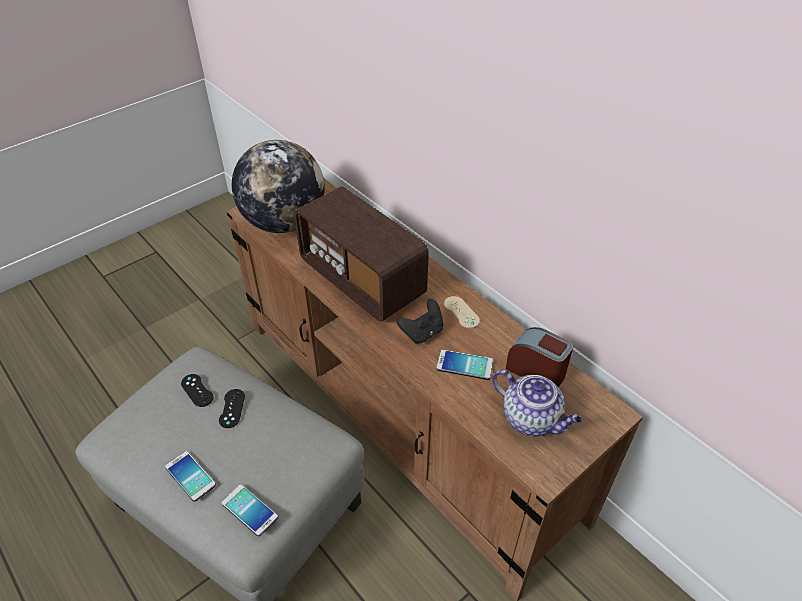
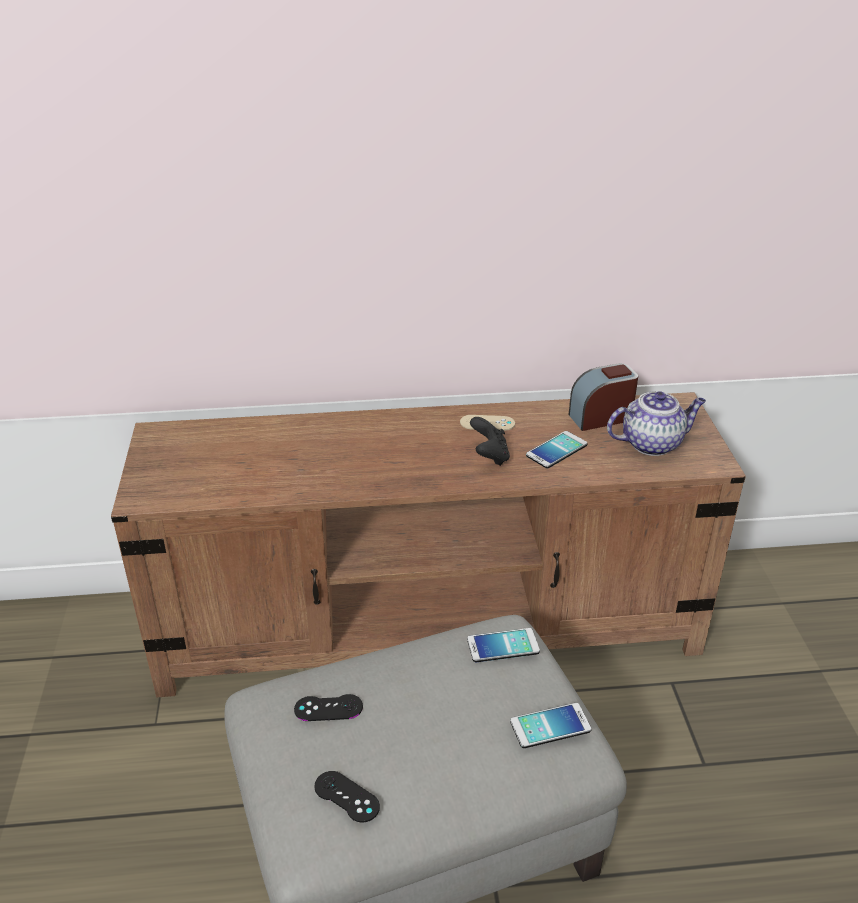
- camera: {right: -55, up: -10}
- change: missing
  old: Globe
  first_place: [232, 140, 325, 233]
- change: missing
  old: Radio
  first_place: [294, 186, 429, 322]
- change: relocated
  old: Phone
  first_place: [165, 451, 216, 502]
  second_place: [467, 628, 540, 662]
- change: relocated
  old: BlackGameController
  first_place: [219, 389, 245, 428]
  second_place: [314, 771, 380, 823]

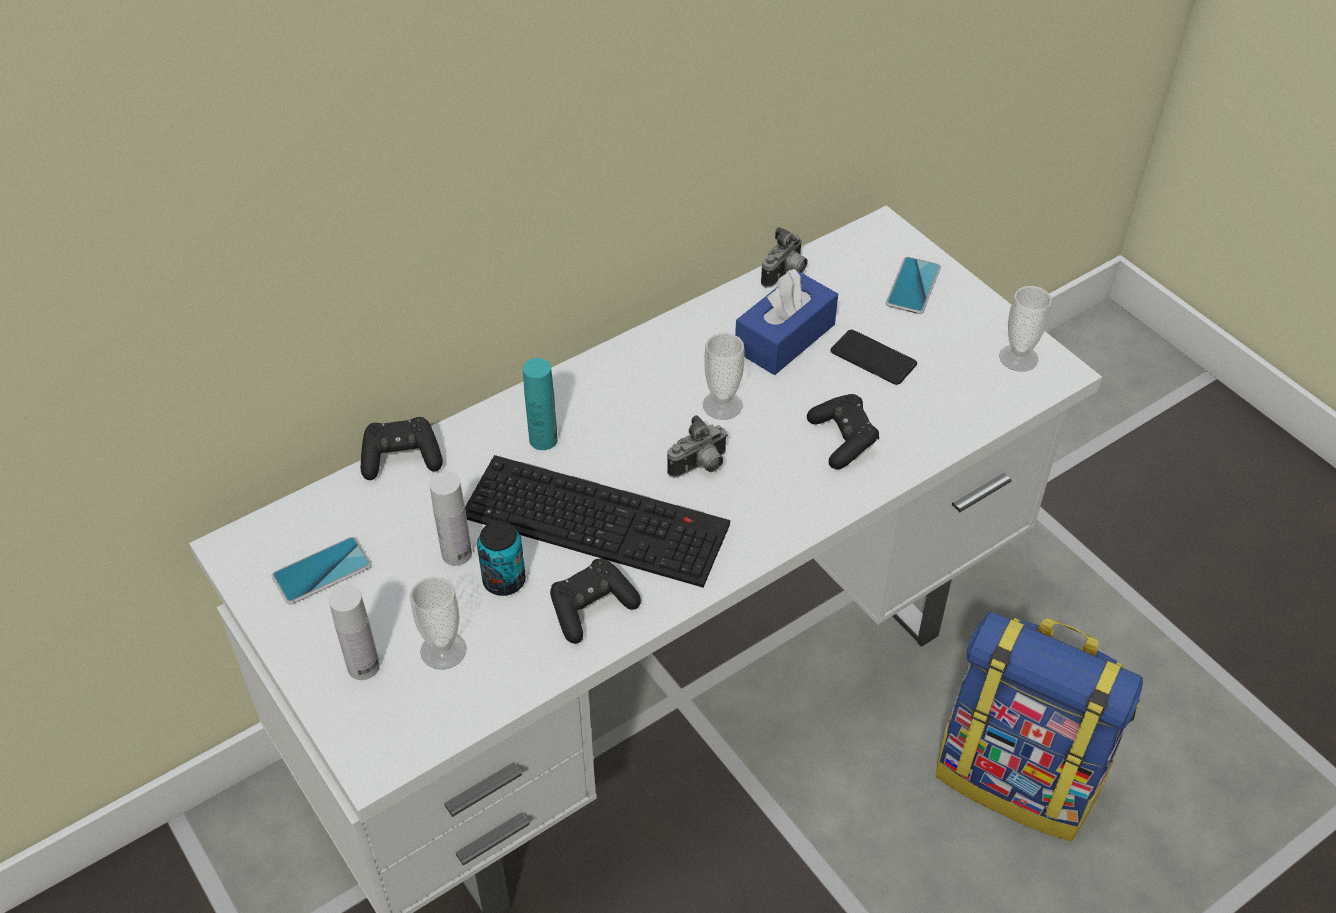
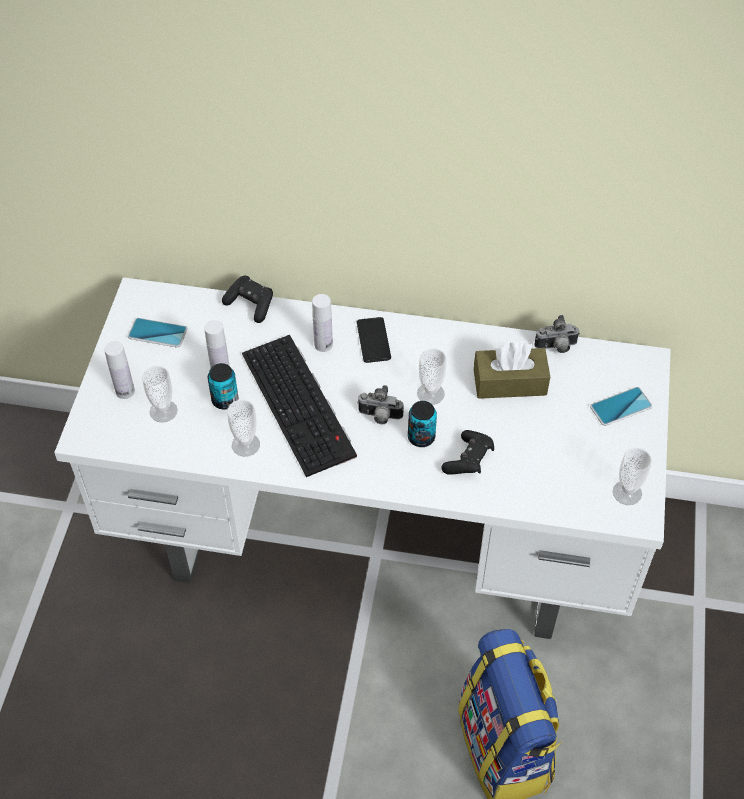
- camera: {right: 45, up: 5}
- change: appeared
  new: Can
  second_place: [408, 401, 437, 447]
- change: relocated
  old: Phone
  first_place: [831, 330, 917, 385]
  second_place: [357, 317, 391, 363]
- change: exchanged
  old: BlackGameController
  new: Cup
  first_place: [550, 559, 641, 644]
  second_place: [227, 400, 260, 457]
- change: colour
  old: TurquoiseBottle
  new: WhiteBottle
  first_place: [523, 358, 558, 450]
  second_place: [312, 294, 333, 352]
- change: colour
  old: BlueTissueBox
  new: BrownTissueBox
  first_place: [735, 269, 838, 375]
  second_place: [474, 342, 550, 399]

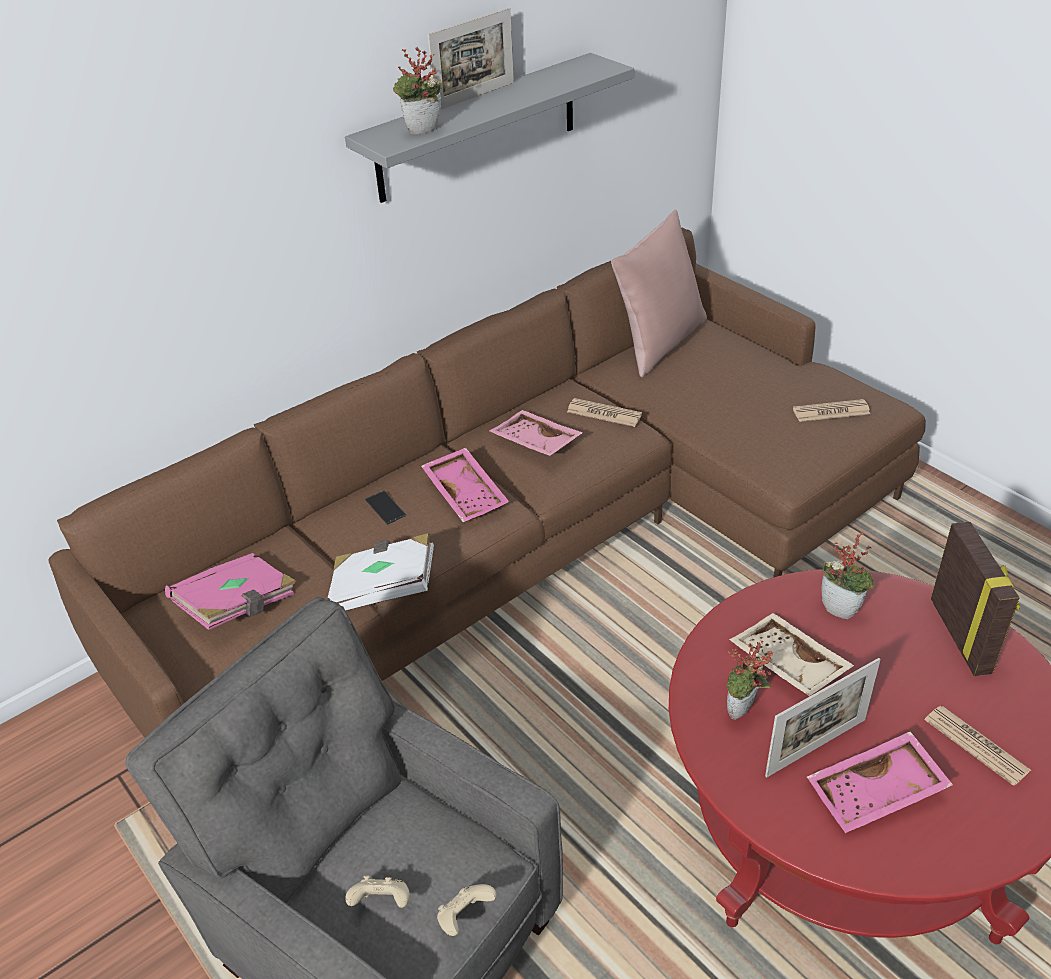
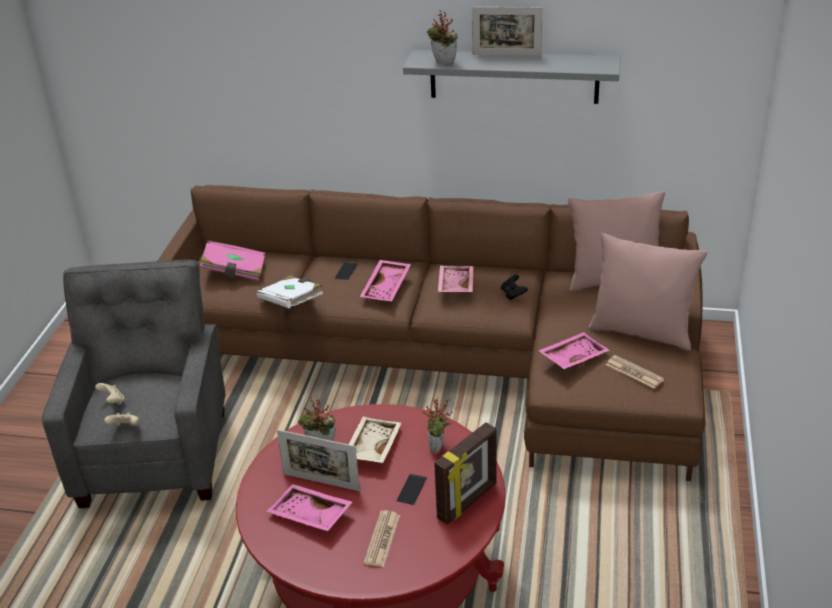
- camera: {right: 50, up: -5}
- change: appeared
  new: Phone
  second_place: [397, 474, 427, 505]
- change: appeared
  new: PinkTray
  second_place: [538, 332, 610, 369]
- change: appeared
  new: PinkPillow
  second_place: [588, 233, 708, 351]
- change: exchanged
  old: Newspaper
  new: BlackGameController
  first_place: [567, 398, 642, 427]
  second_place: [501, 275, 528, 300]

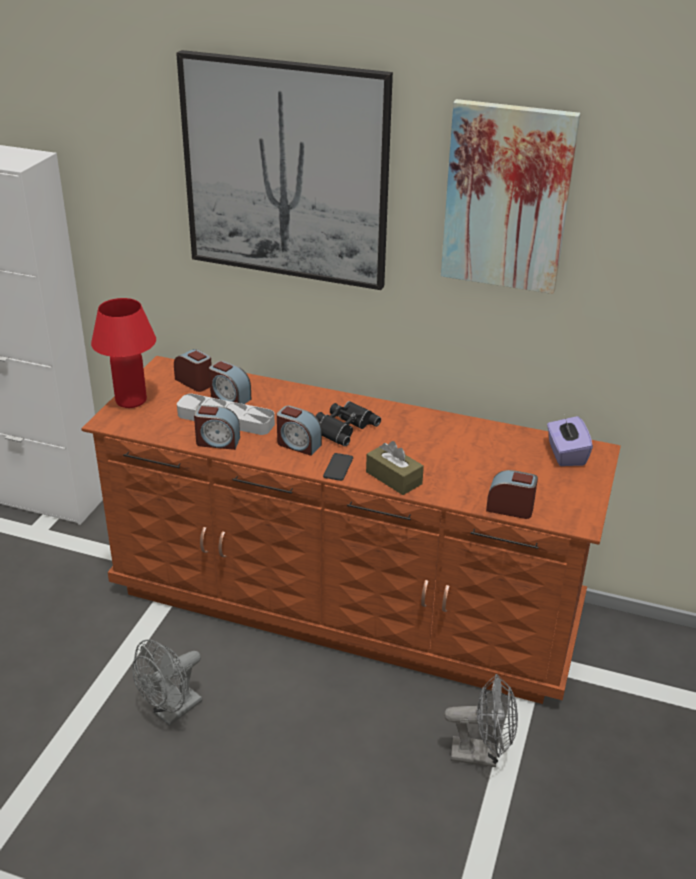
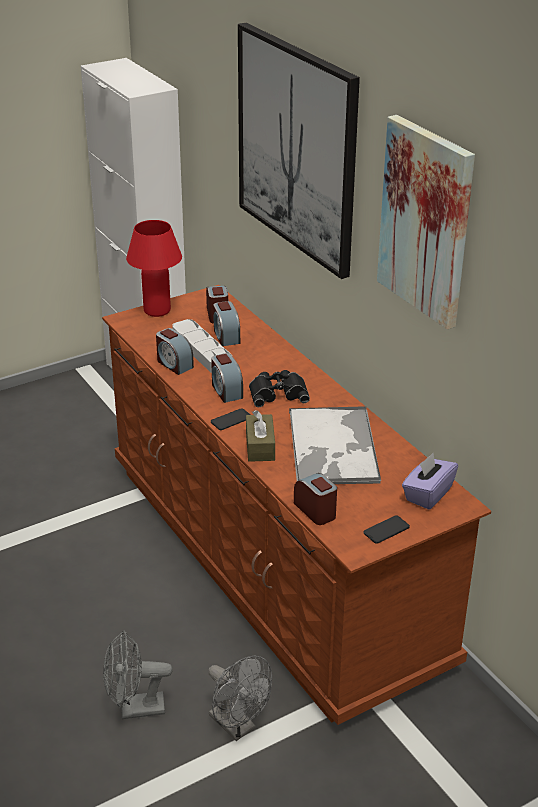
- camera: {right: 40, up: 0}
- change: appeared
  new: Tray
  second_place: [289, 406, 381, 484]
- change: appeared
  new: Phone
  second_place: [364, 515, 410, 544]
- change: relocated
  old: GreyFan
  first_place: [132, 640, 202, 726]
  second_place: [103, 630, 173, 719]

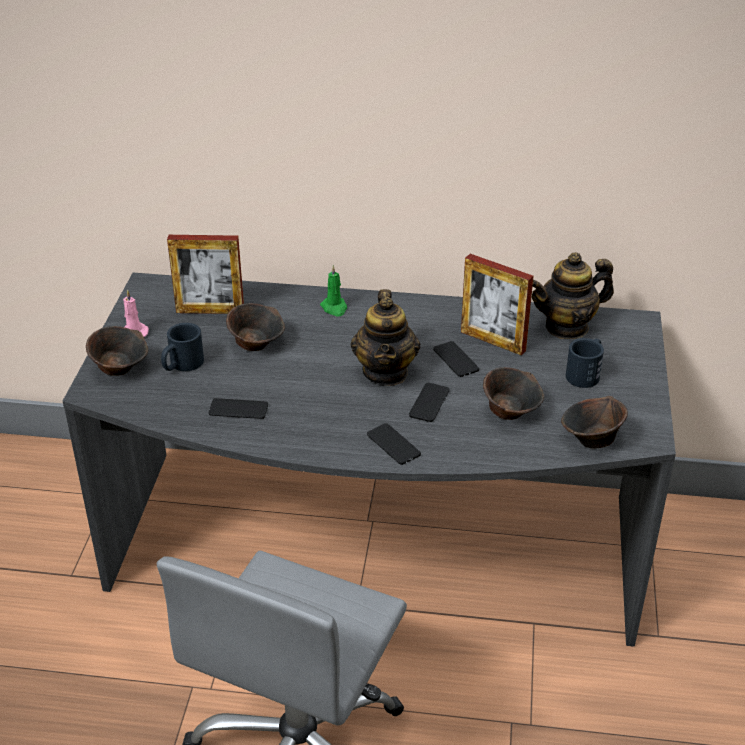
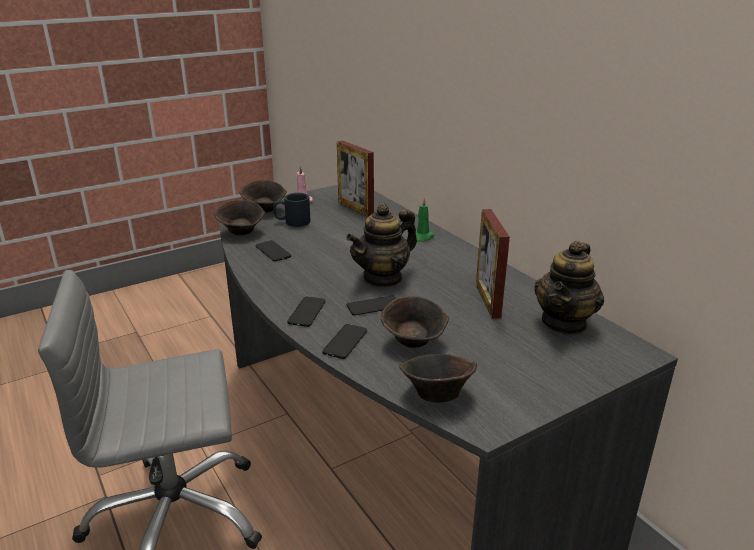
- camera: {right: 50, up: -10}
- change: missing
  old: BlackMug
  first_place: [566, 338, 604, 388]
- change: relocated
  old: BrownBowl
  first_place: [226, 303, 285, 351]
  second_place: [214, 200, 265, 236]
- change: relocated
  old: Phone
  first_place: [433, 341, 479, 377]
  second_place: [322, 324, 367, 359]
- change: spun
  old: Teapot
  first_place: [532, 252, 614, 339]
  second_place: [534, 241, 604, 335]
  degrees: -90

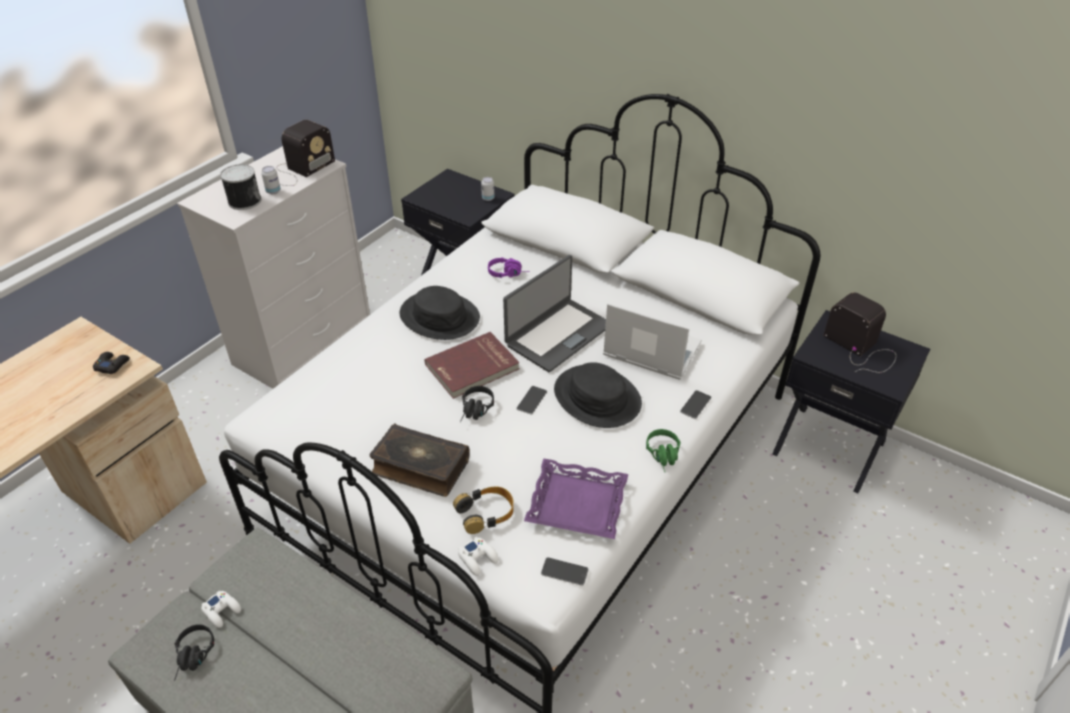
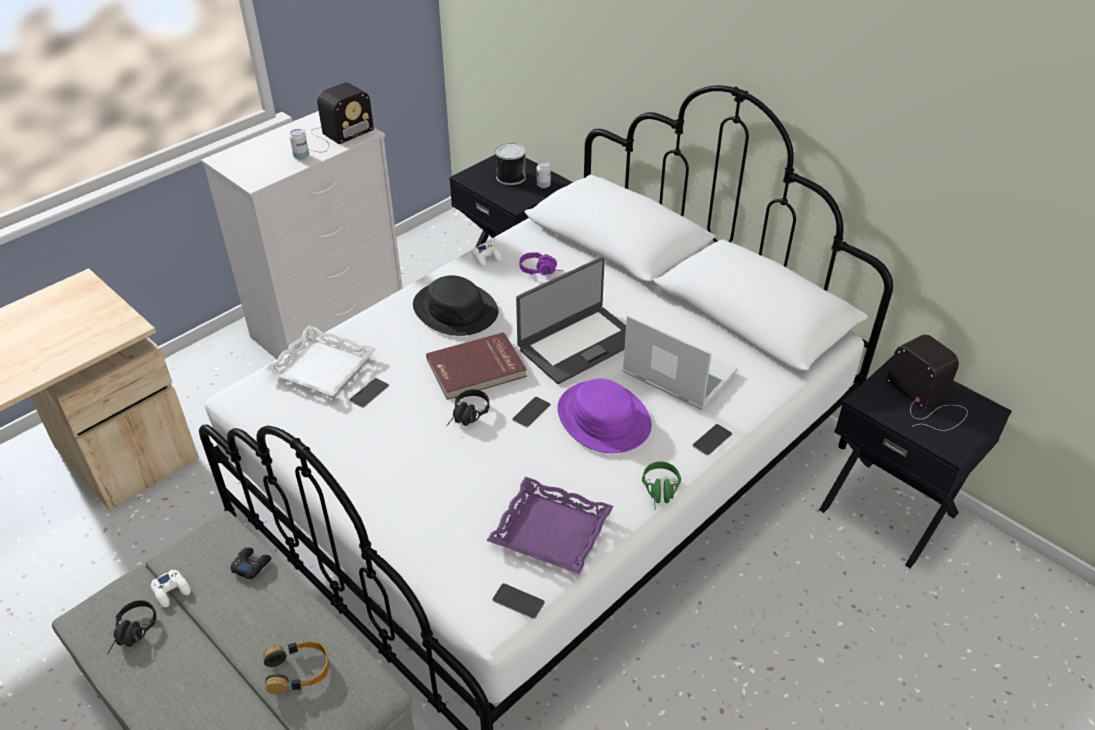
- camera: {right: 10, up: 0}
- change: missing
  old: Book
  first_place: [370, 423, 470, 497]
- change: appeared
  new: WhiteTray
  second_place: [263, 326, 377, 396]
- change: appeared
  new: Phone
  second_place: [349, 378, 389, 408]
- change: relocated
  old: BlackGameController
  first_place: [93, 352, 130, 374]
  second_place: [231, 547, 271, 579]
- change: relocated
  old: Can
  first_place: [220, 164, 261, 210]
  second_place: [495, 143, 526, 185]
- change: relocated
  old: Headphones
  first_place: [453, 487, 514, 534]
  second_place: [263, 642, 329, 694]
- change: relocated
  old: WhiteGameController
  first_place: [458, 537, 499, 576]
  second_place: [471, 244, 502, 267]
- change: colour
  old: BlackHat
  new: PurpleHat
  first_place: [554, 362, 642, 428]
  second_place: [557, 379, 652, 453]

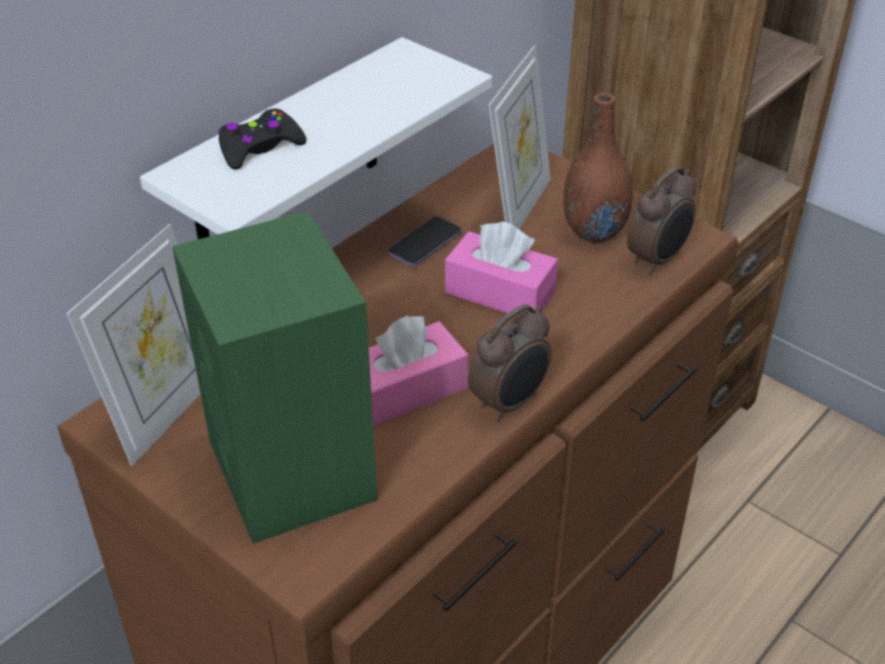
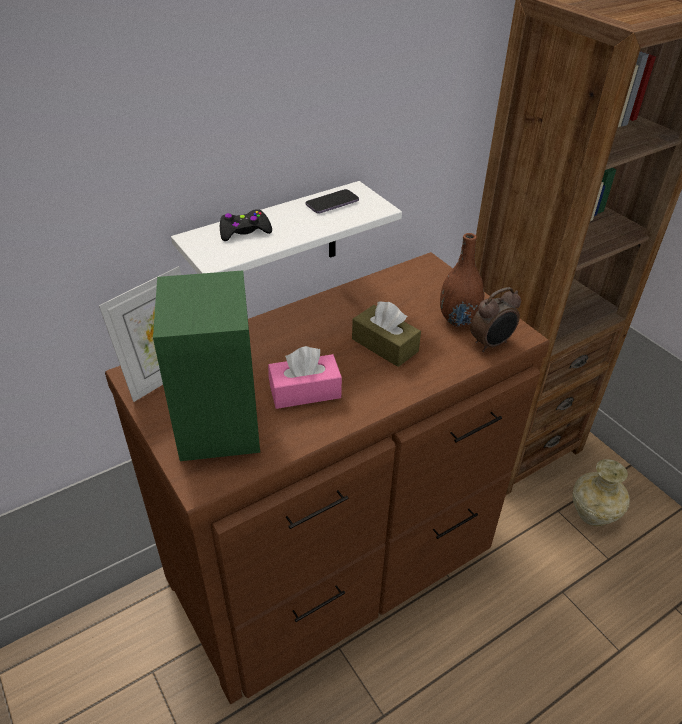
- camera: {right: 15, up: 0}
- change: missing
  old: AlarmClock
  first_place: [468, 304, 551, 422]
- change: missing
  old: PictureFrame
  first_place: [489, 45, 551, 229]
- change: appeared
  new: BeigeVase
  second_place: [572, 459, 630, 526]
- change: relocated
  old: Phone
  first_place: [388, 216, 462, 266]
  second_place: [306, 189, 359, 214]
- change: colour
  old: PinkTissueBox
  new: BrownTissueBox
  first_place: [445, 222, 558, 316]
  second_place: [352, 301, 421, 367]

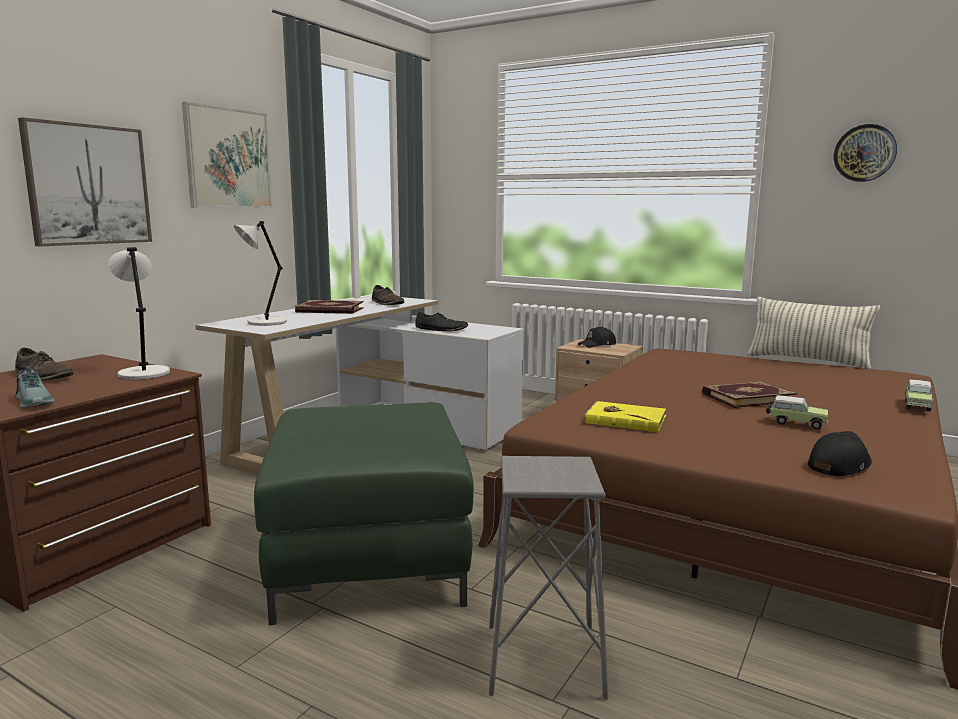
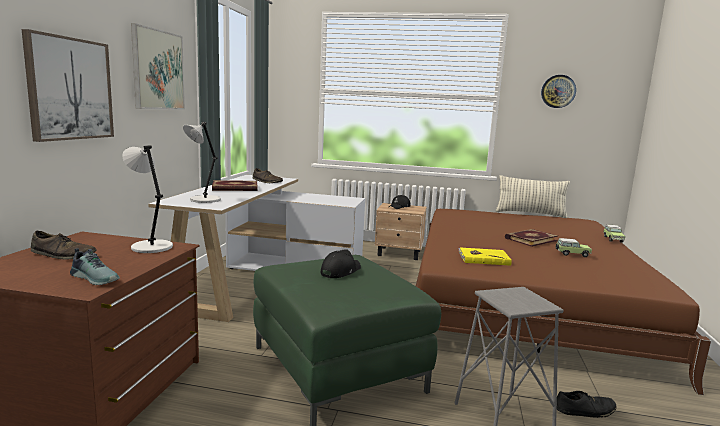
- camera: {right: -20, up: 0}
- change: relocated
  old: BlackShoe
  first_place: [415, 312, 468, 332]
  second_place: [557, 391, 617, 418]
- change: relocated
  old: BlackCap
  first_place: [808, 431, 872, 476]
  second_place: [321, 249, 361, 278]

